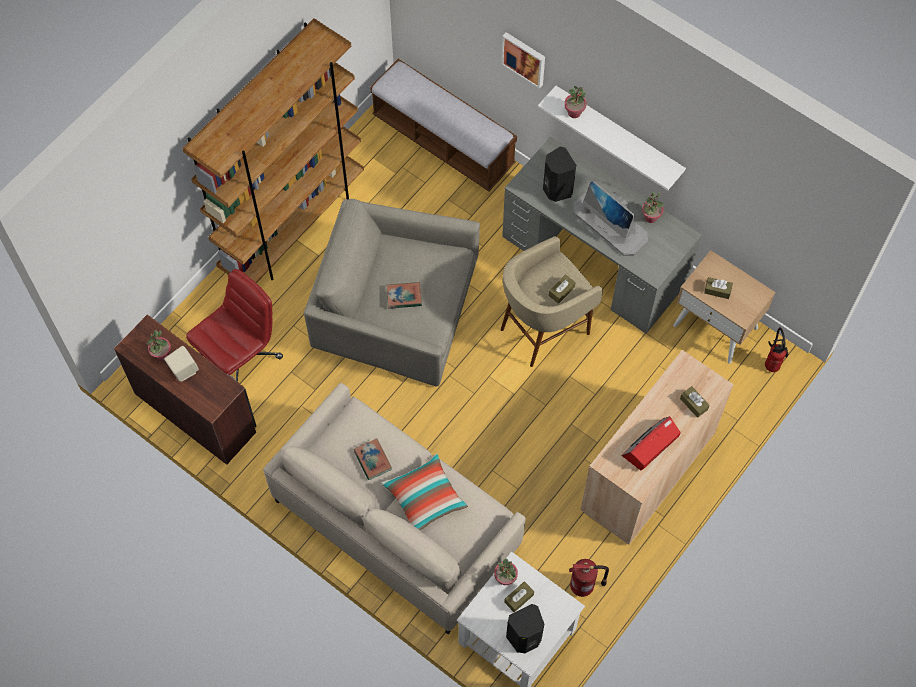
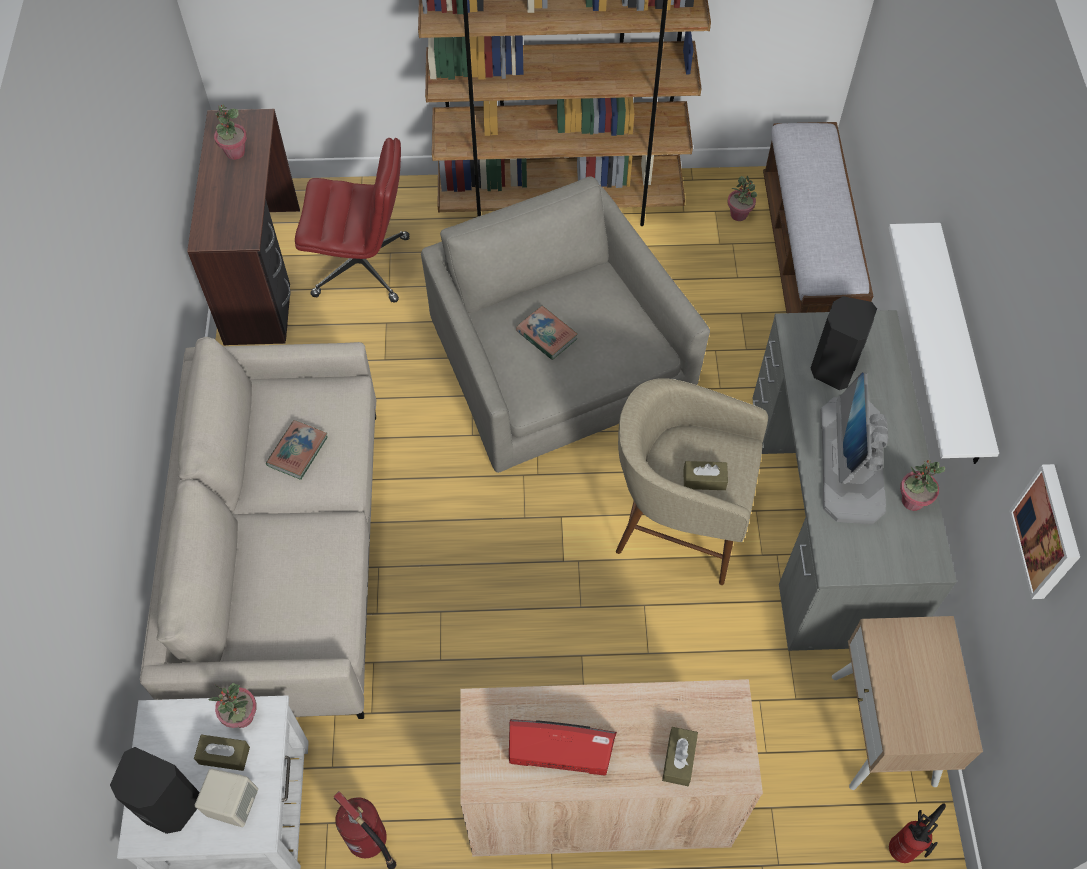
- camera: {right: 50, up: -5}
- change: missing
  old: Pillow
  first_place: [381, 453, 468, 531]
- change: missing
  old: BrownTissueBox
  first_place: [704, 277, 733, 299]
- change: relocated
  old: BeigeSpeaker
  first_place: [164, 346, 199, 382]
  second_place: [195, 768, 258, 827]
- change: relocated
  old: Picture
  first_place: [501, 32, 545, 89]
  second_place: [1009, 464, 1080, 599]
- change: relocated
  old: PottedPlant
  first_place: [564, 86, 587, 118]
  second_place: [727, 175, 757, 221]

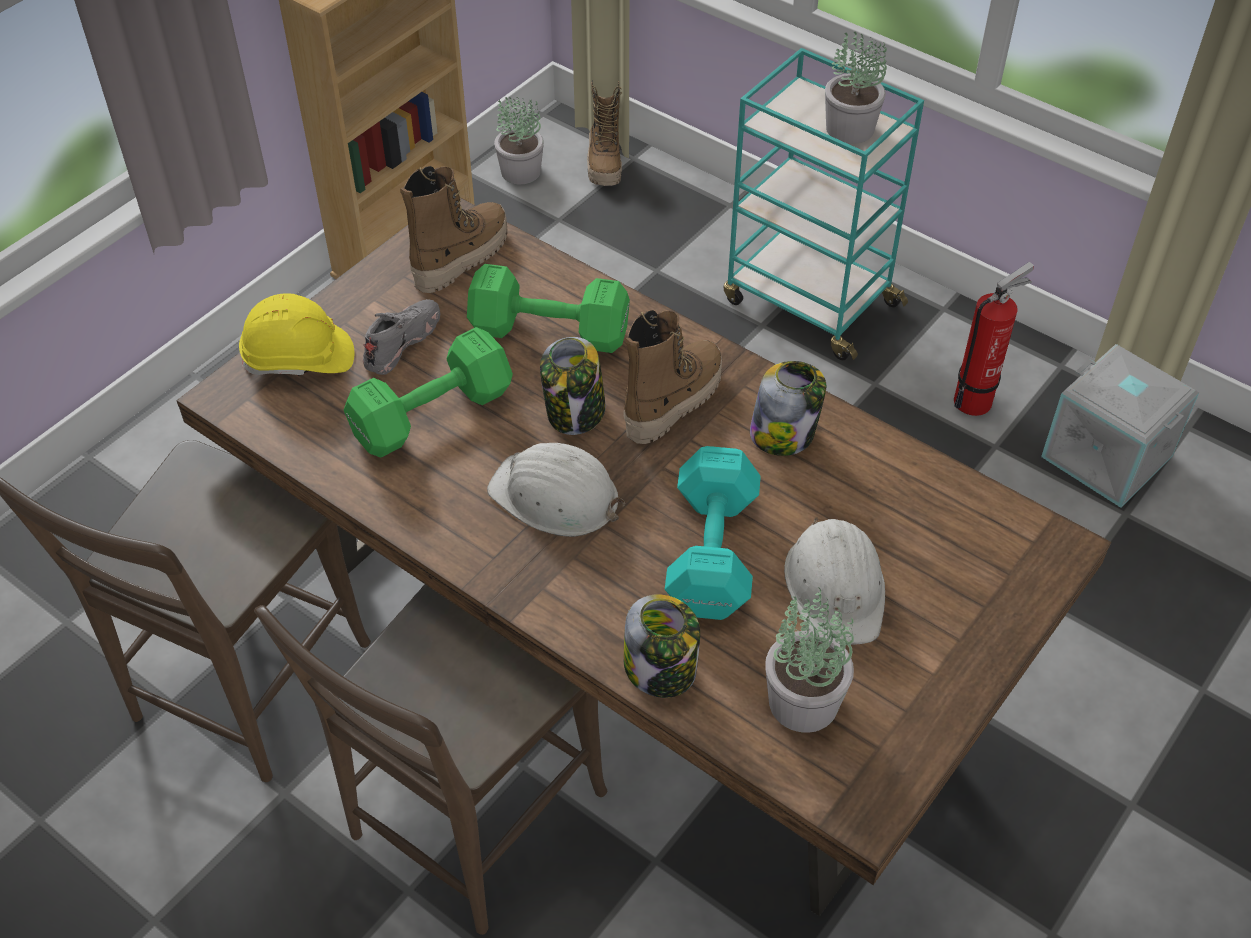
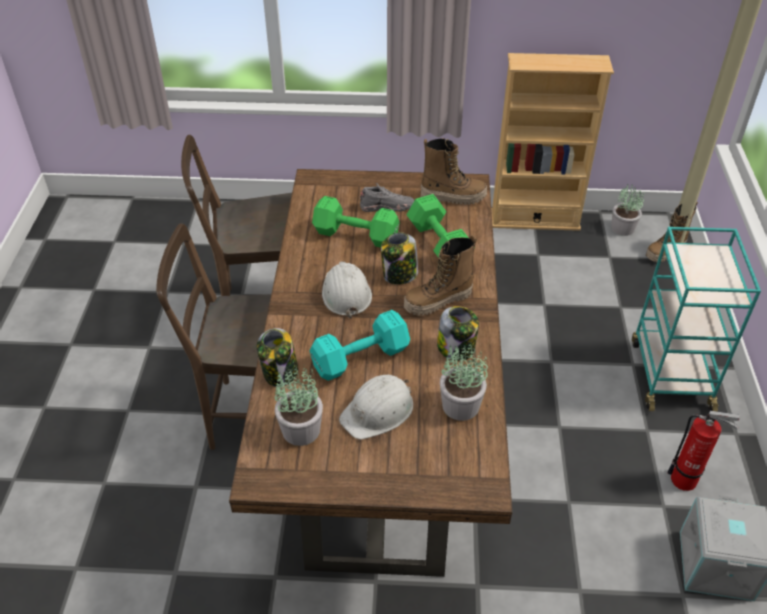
- camera: {right: 55, up: -5}
- change: missing
  old: YellowHardHat
  first_place: [239, 293, 354, 376]
- change: relocated
  old: PottedPlant
  first_place: [825, 31, 887, 144]
  second_place: [440, 345, 488, 421]
- change: spun
  old: Boot
  first_place: [623, 310, 722, 444]
  second_place: [404, 235, 477, 316]
  degrees: 150

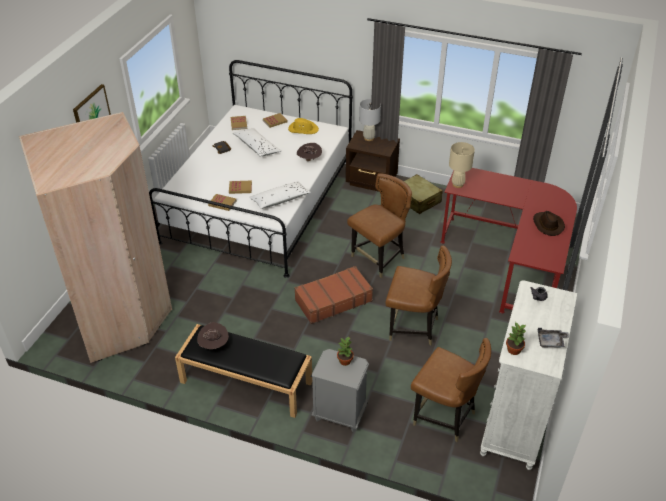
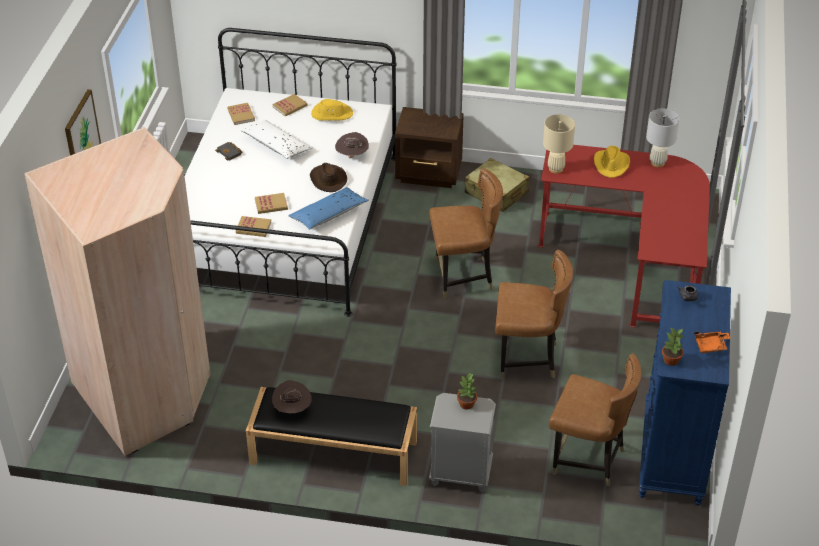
- camera: {right: -10, up: 0}
- change: missing
  old: BrownSuitcase
  first_place: [294, 266, 373, 324]
- change: appeared
  new: YellowHat
  second_place: [594, 146, 630, 178]
- change: relocated
  old: WhiteTableLamp
  first_place: [359, 99, 381, 141]
  second_place: [646, 109, 680, 167]
- change: relocated
  old: BrownHat
  first_place: [533, 211, 565, 236]
  second_place: [310, 163, 347, 192]
- change: colour
  old: WhitePillow
  new: BluePillow
  first_place: [249, 181, 311, 209]
  second_place: [288, 187, 369, 230]
- change: colour
  old: WhiteDresser
  new: BlueDresser
  first_place: [480, 280, 577, 470]
  second_place: [639, 280, 731, 505]
- change: colour
  old: GreyTray
  new: OrangeTray
  first_place: [538, 328, 569, 348]
  second_place: [694, 331, 731, 353]
- change: spun
  old: BrownChair
  first_place: [347, 173, 412, 278]
  second_place: [429, 168, 503, 298]
  degrees: 45

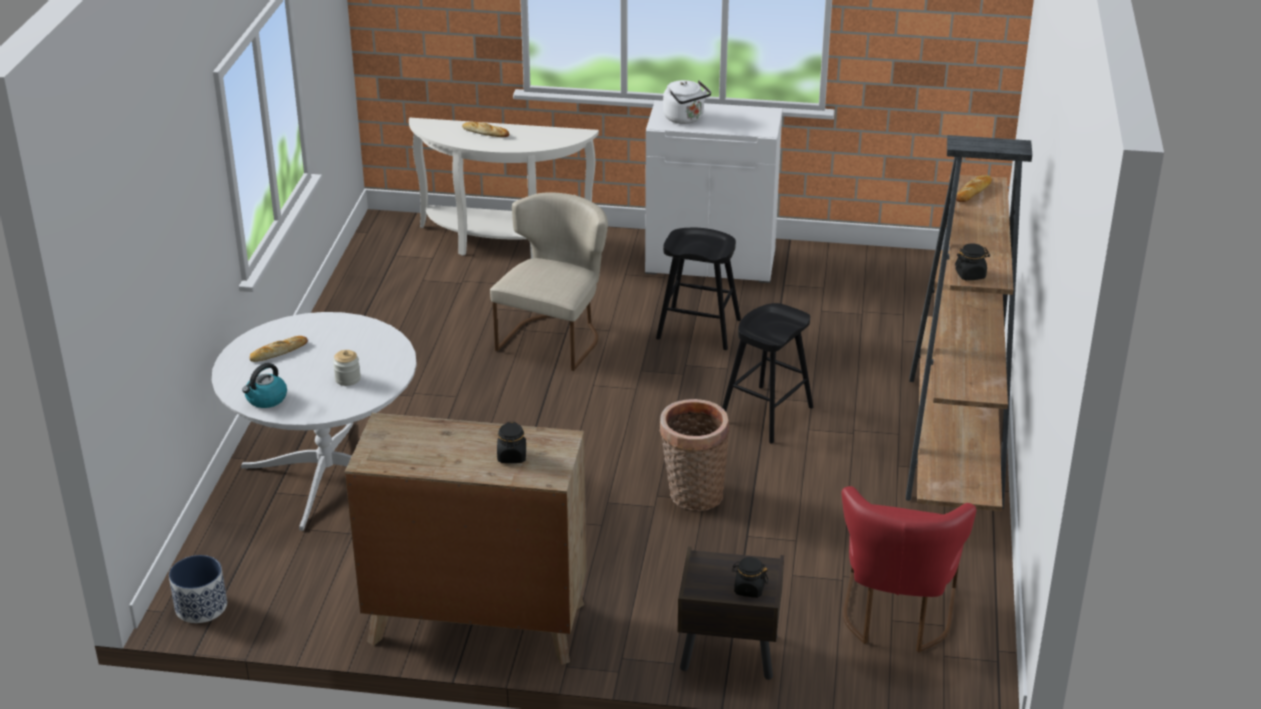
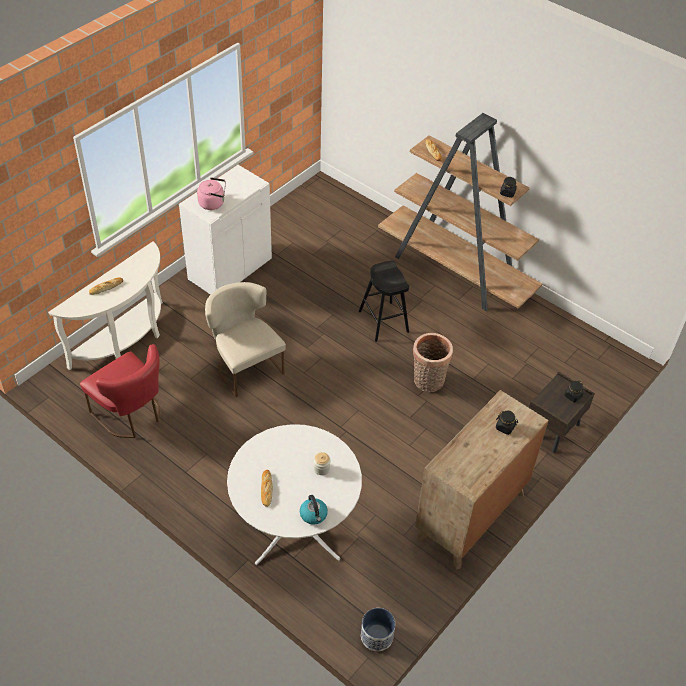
- camera: {right: -60, up: 15}
- change: missing
  old: BlackStool
  first_place: [656, 228, 741, 350]
- change: relocated
  old: RedChair
  first_place: [842, 486, 976, 653]
  second_place: [80, 344, 160, 438]
- change: colour
  old: WhiteKettle
  new: PinkKettle
  first_place: [663, 80, 711, 124]
  second_place: [197, 177, 226, 210]

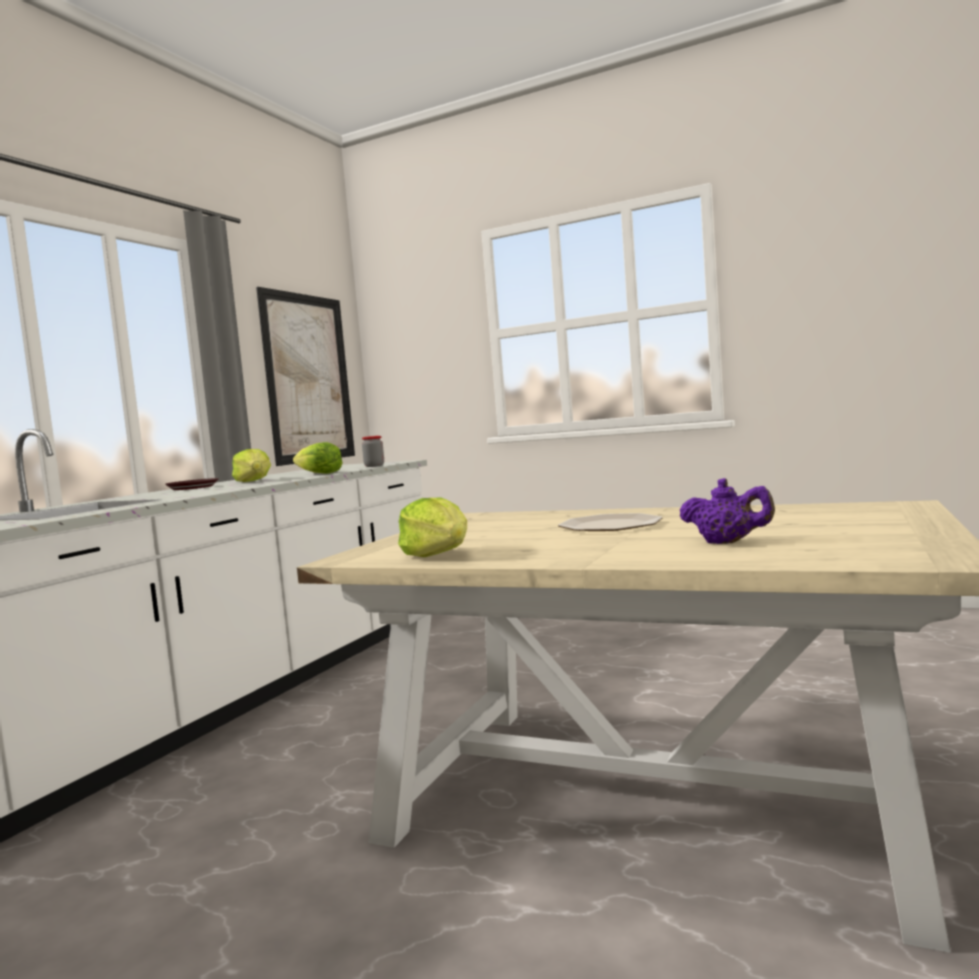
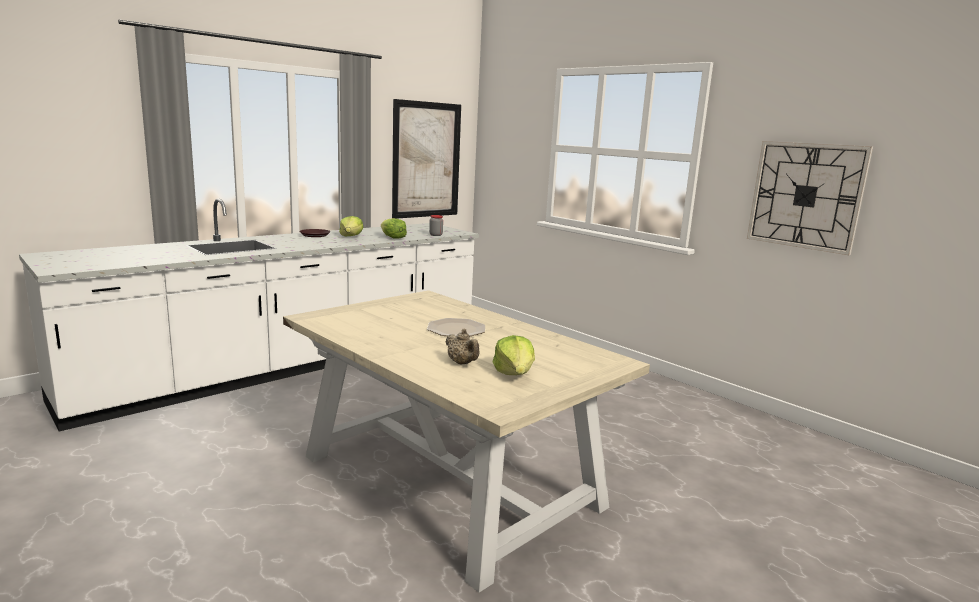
- camera: {right: 20, up: 10}
- change: appeared
  new: WallClock
  second_place: [747, 141, 873, 255]
- change: relocated
  old: Lettuce
  first_place: [398, 497, 467, 557]
  second_place: [493, 335, 535, 375]
- change: colour
  old: PurpleTeapot
  new: BeigeTeapot
  first_place: [680, 478, 775, 544]
  second_place: [445, 329, 480, 365]

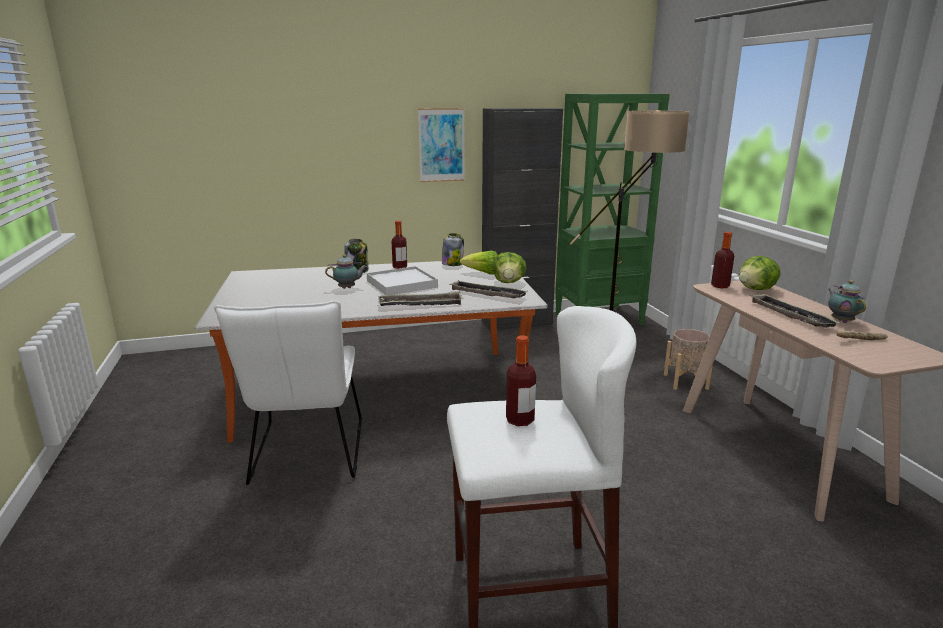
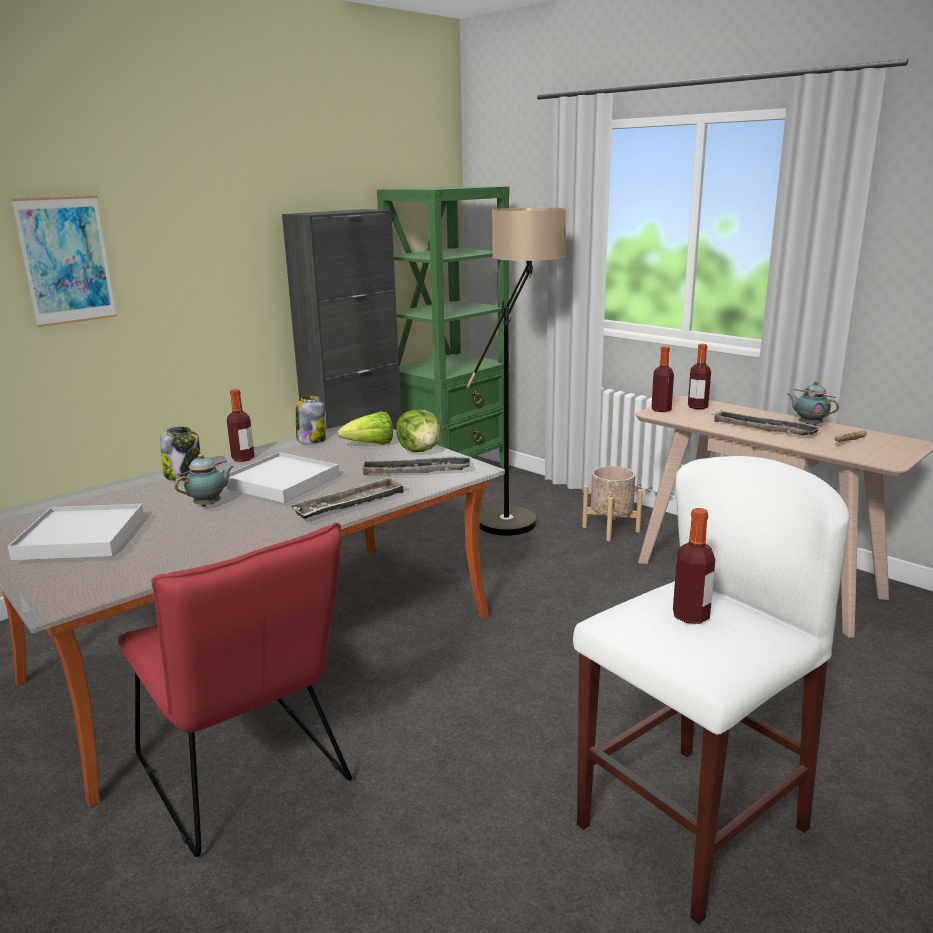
- camera: {right: -30, up: 0}
- change: appeared
  new: WhiteTray
  second_place: [8, 504, 144, 560]
- change: relocated
  old: Picture
  first_place: [418, 108, 465, 182]
  second_place: [11, 196, 117, 327]
- change: exchanged
  old: Lettuce
  new: Bottle
  first_place: [739, 256, 781, 290]
  second_place: [688, 344, 711, 409]
- change: colour
  old: WhiteChair
  new: RedChair
  first_place: [214, 300, 362, 485]
  second_place: [118, 523, 352, 857]

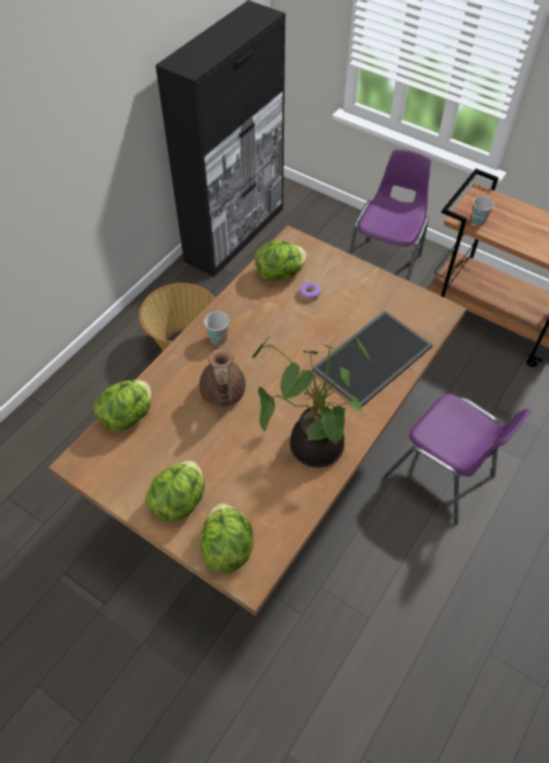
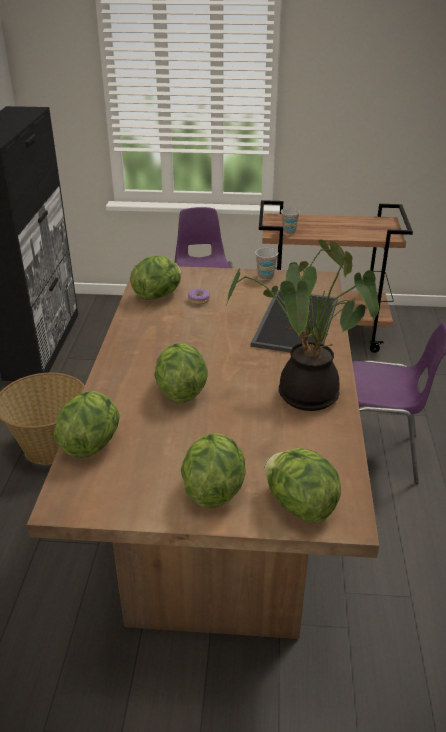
- camera: {right: -30, up: -20}
- change: relocated
  old: Cup
  first_place: [204, 311, 229, 345]
  second_place: [255, 248, 278, 280]
- change: exchanged
  old: BrownTeapot
  new: Lettuce
  first_place: [199, 349, 246, 407]
  second_place: [154, 343, 208, 403]

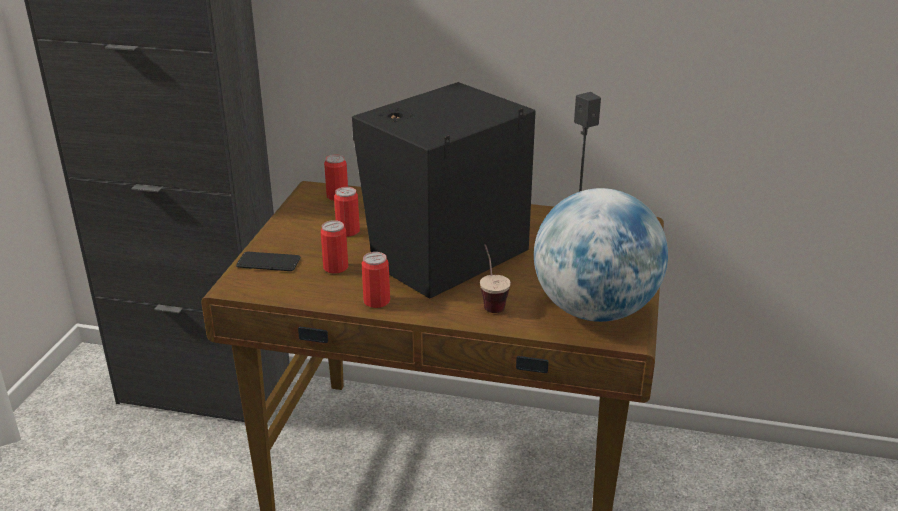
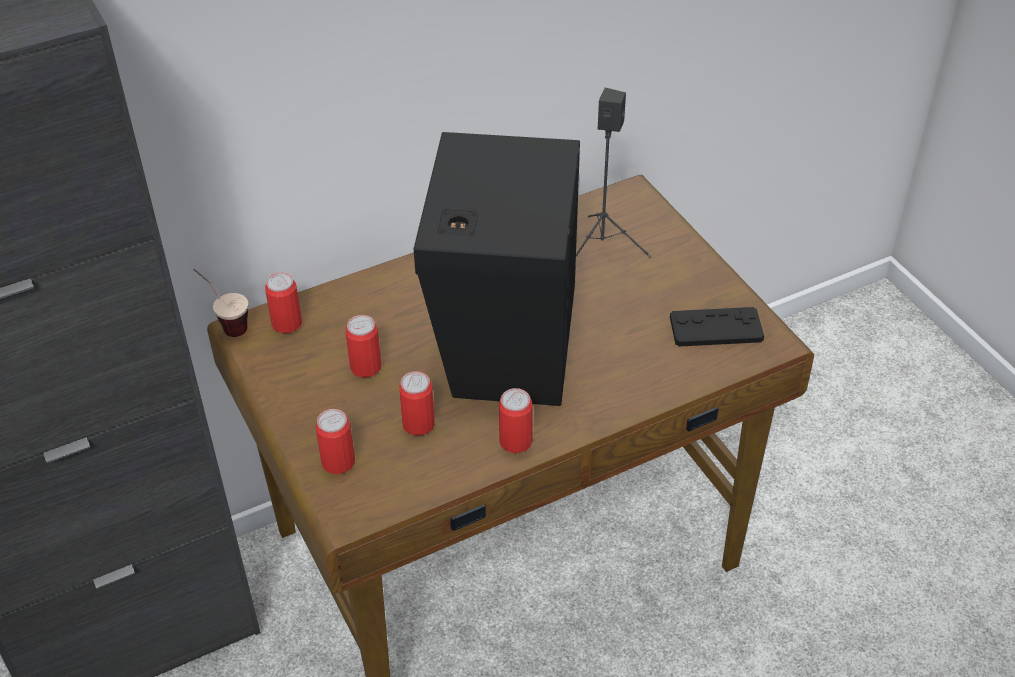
- camera: {right: -40, up: 15}
- change: relocated
  old: Cup
  first_place: [480, 244, 511, 313]
  second_place: [193, 269, 248, 337]
- change: exchanged
  old: Phone
  new: Can
  first_place: [236, 252, 301, 271]
  second_place: [316, 409, 355, 474]
- change: exchanged
  old: Globe
  new: BlackGameController
  first_place: [534, 188, 668, 322]
  second_place: [670, 307, 764, 347]

